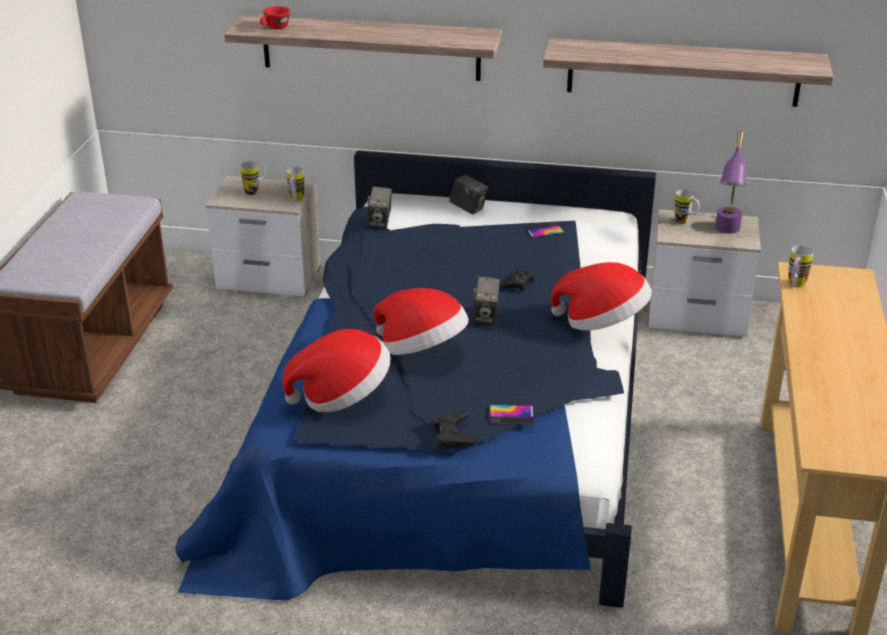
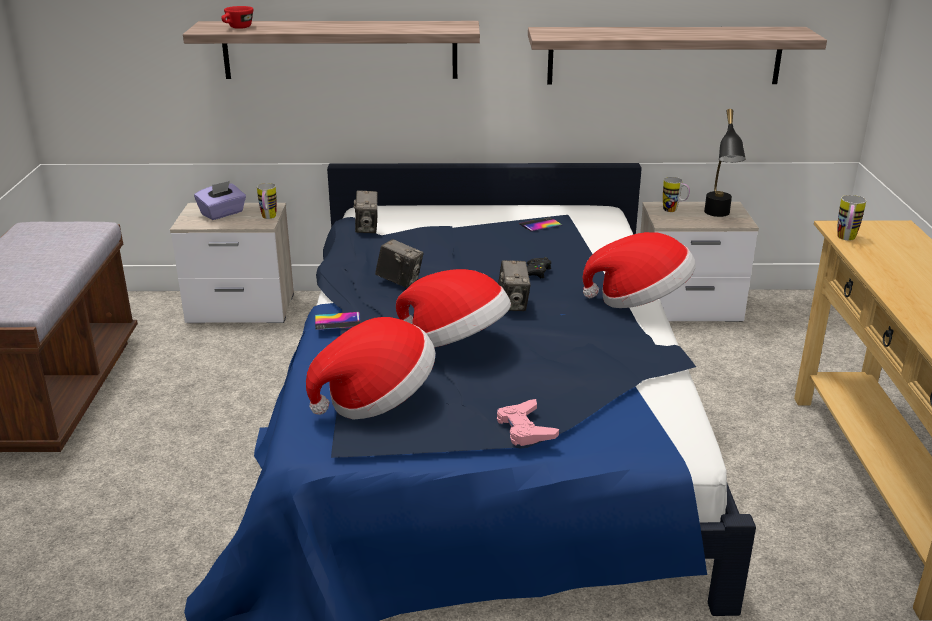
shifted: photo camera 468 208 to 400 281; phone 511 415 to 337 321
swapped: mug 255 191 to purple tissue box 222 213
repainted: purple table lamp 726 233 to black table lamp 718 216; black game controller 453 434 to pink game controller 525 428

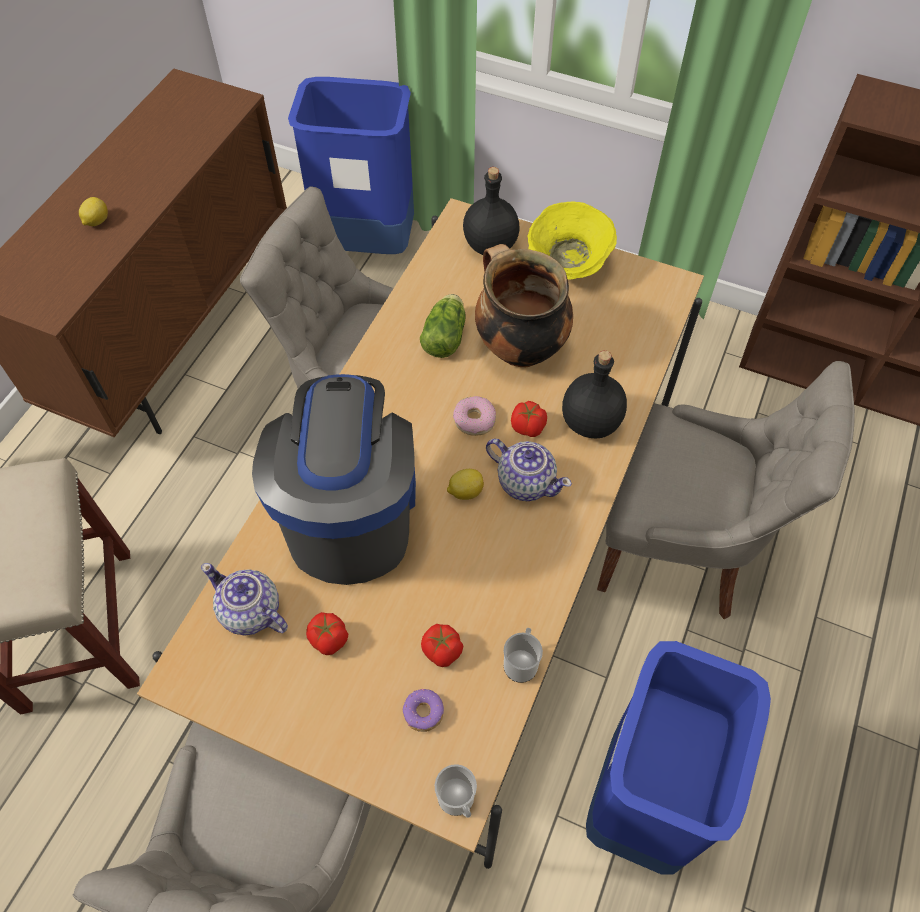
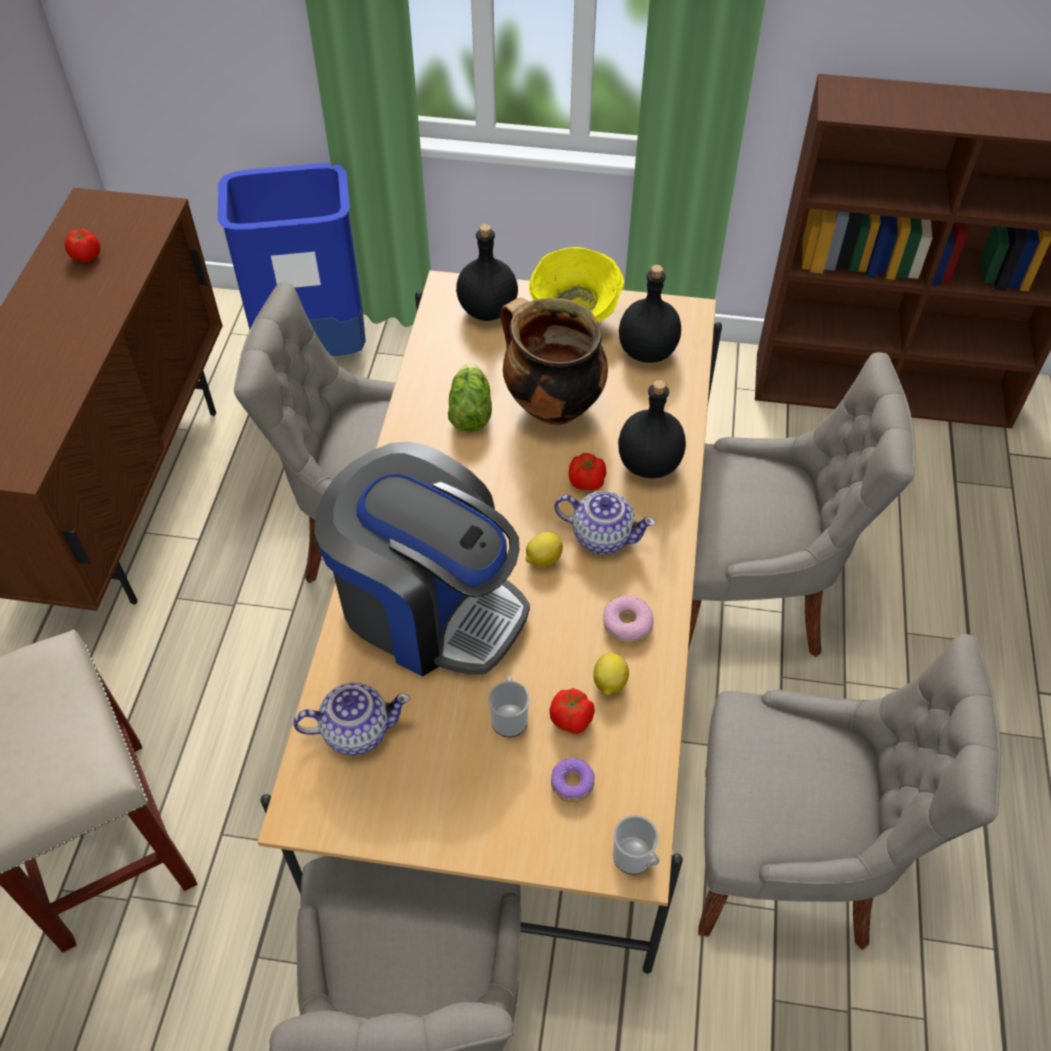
new: black bottle 648 351
shifted: lemon 96 221 to 609 683; donut 474 420 to 627 623; tomato 329 640 to 86 256; mug 521 662 to 509 717
swapped: blue trash can 643 800 to grey chair 789 860
rotated: coffee machine 350 512 = 428 606 135 degrees clockwise; teapot 251 612 = 355 730 150 degrees clockwise

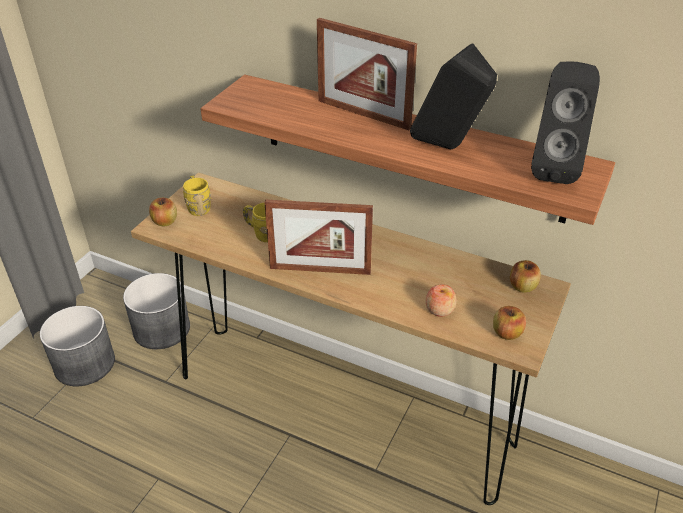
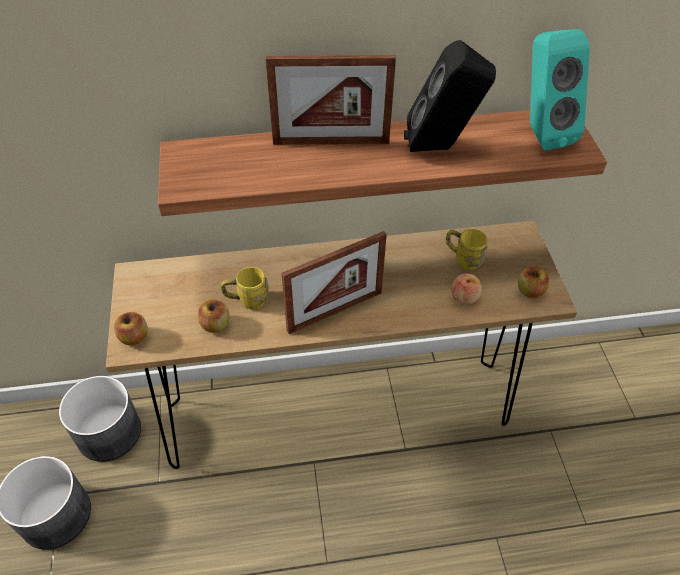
shifted: yellow mug 198 206 to 462 258; apple 522 286 to 215 325
repainted: black speaker 554 169 to turquoise speaker 540 133

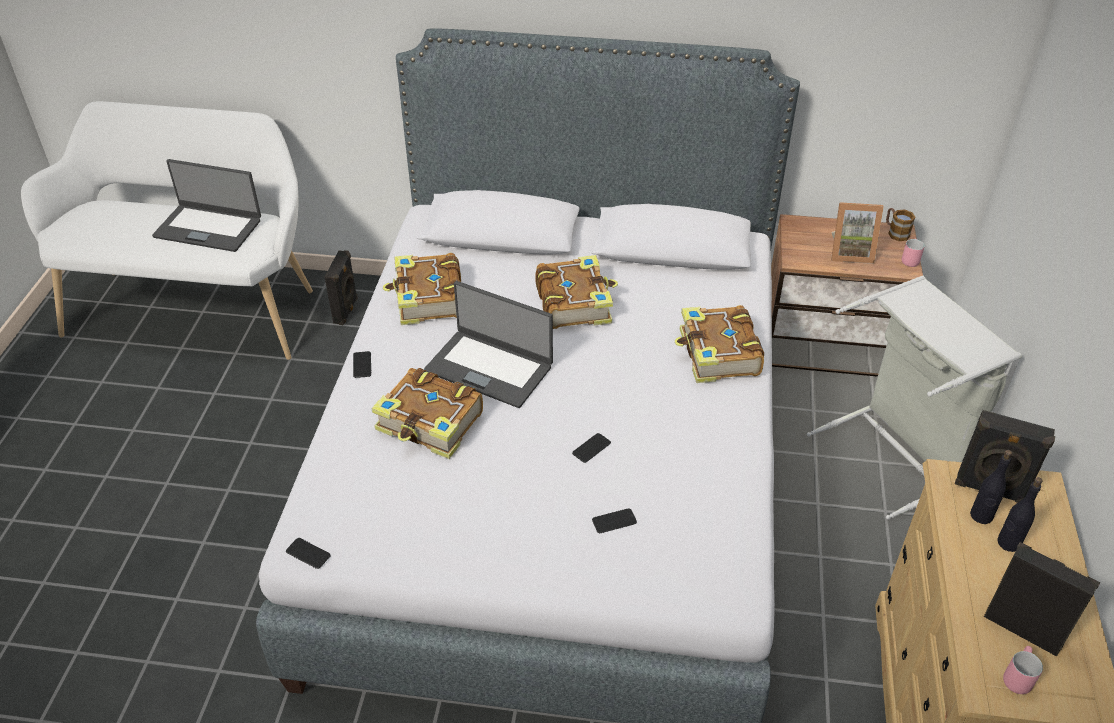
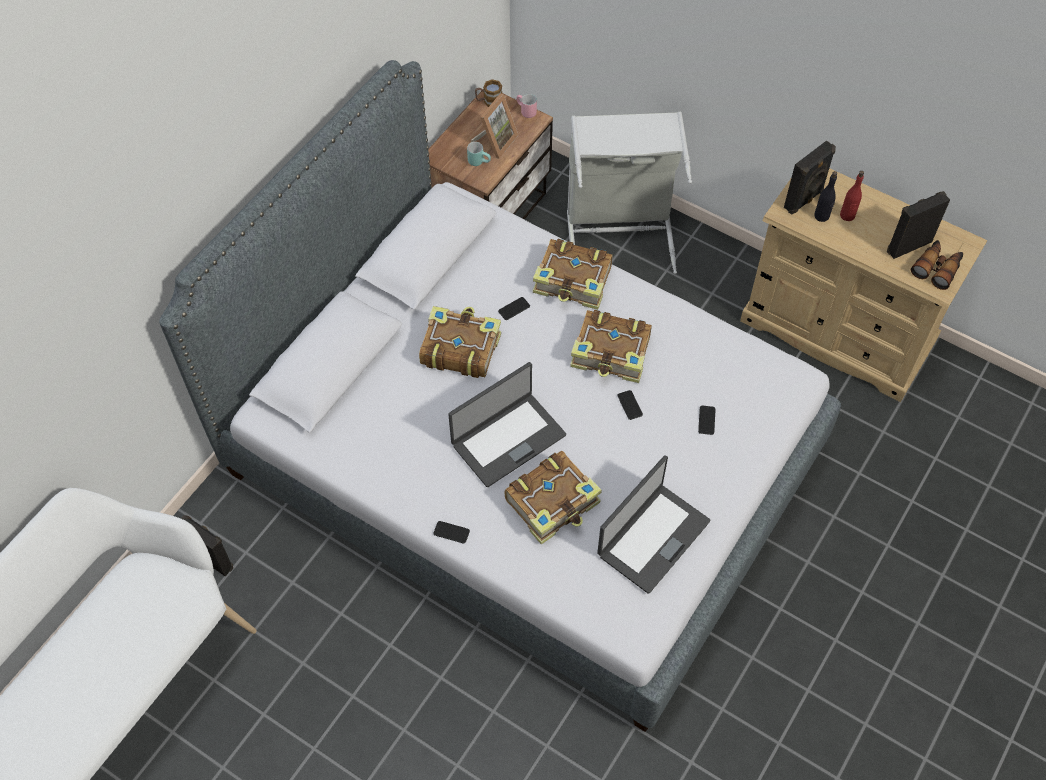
new: turquoise mug 479 161
shifted: laptop 209 228 to 652 537; book 428 299 to 612 354; phone 308 553 to 514 309
swapped: pink mug 1015 676 to binoculars 937 268
repainted: black bottle 1008 543 to red bottle 847 215

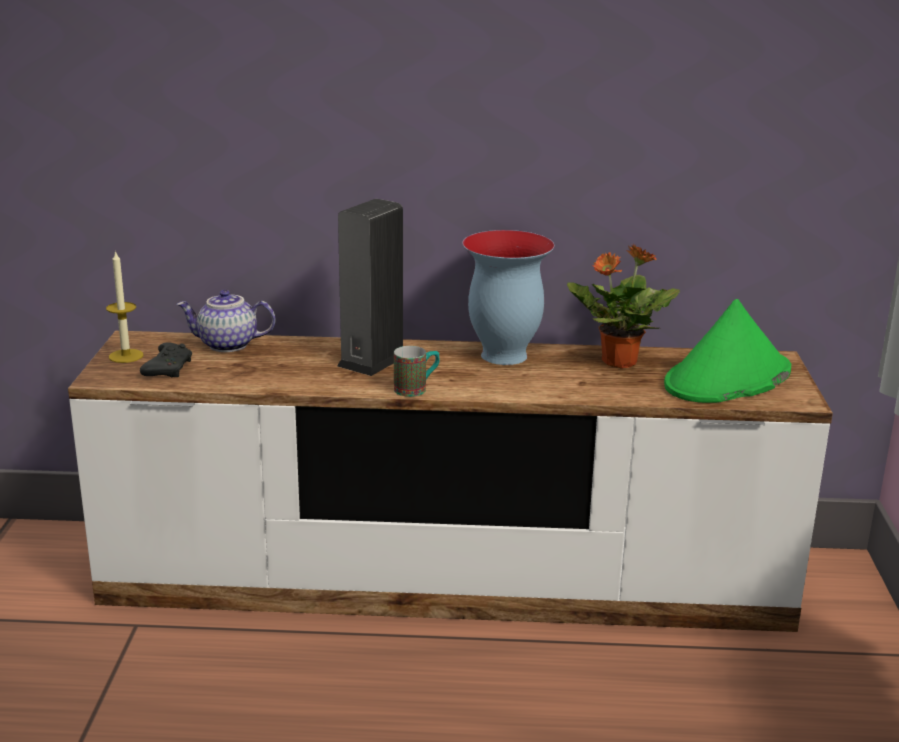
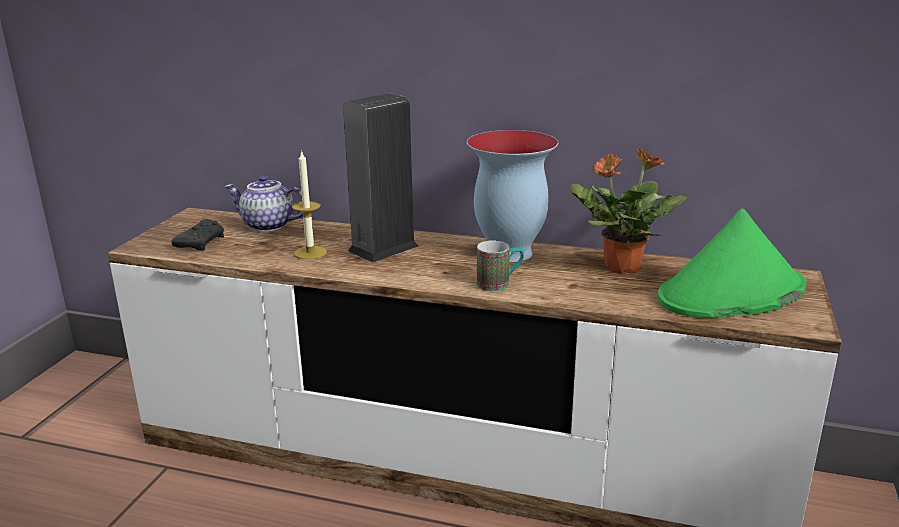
shifted: candle 126 356 to 310 252; mug 416 389 to 500 284

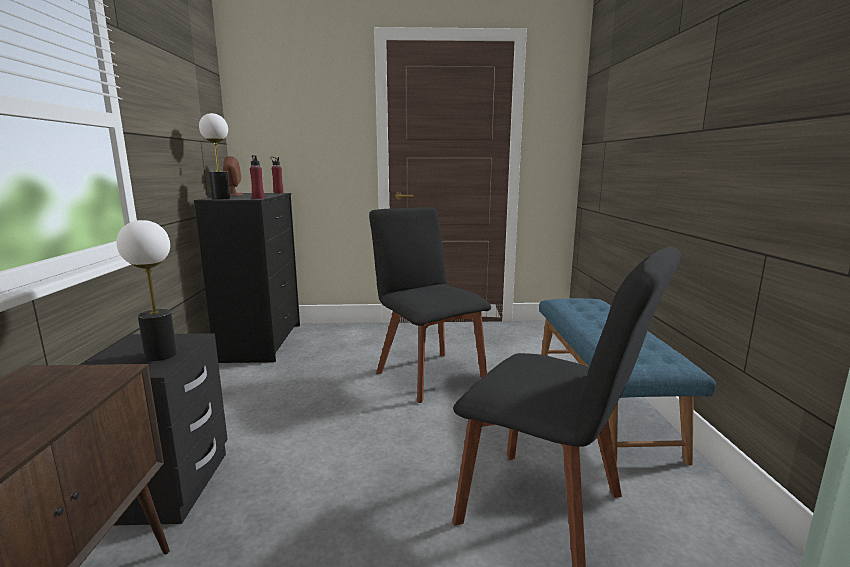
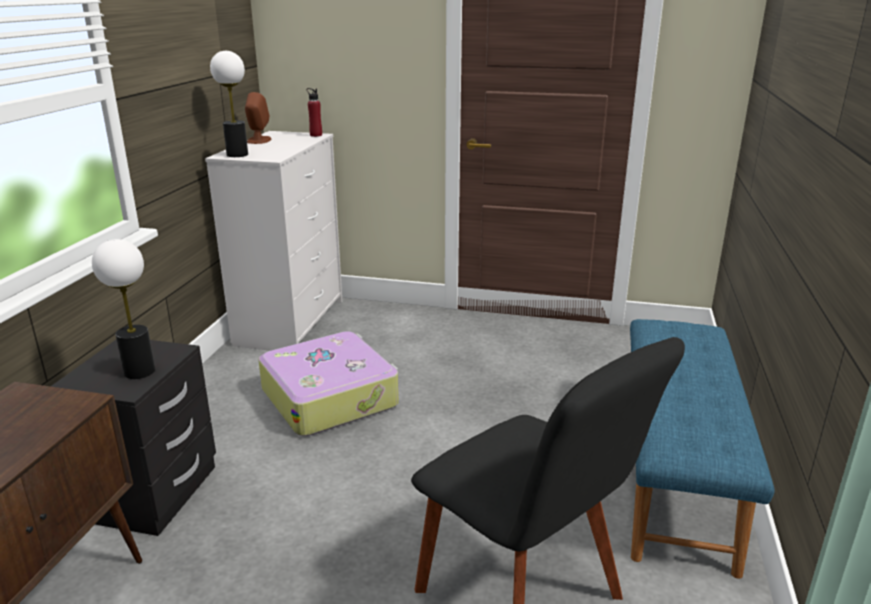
gone: red bottle 258 198; black chair 428 374
new: suitcase 330 397
repainted: black dresser 261 342 to white dresser 290 321

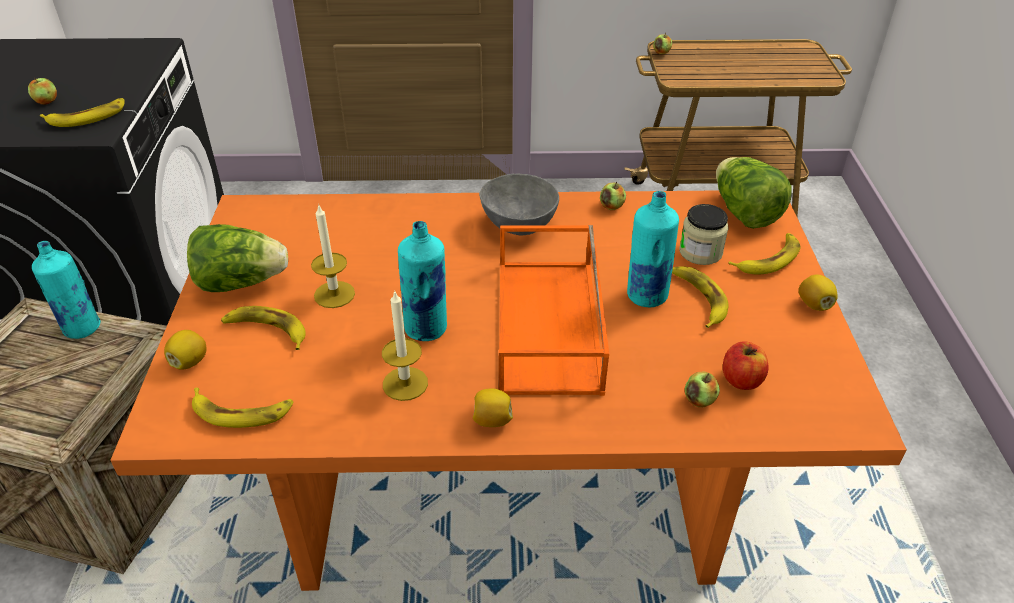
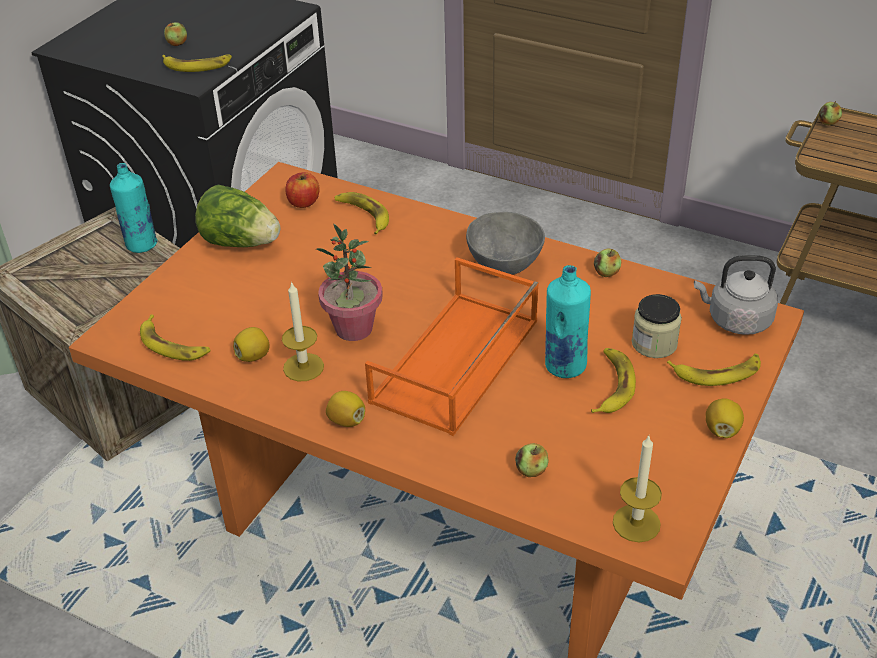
shifted: candle 334 294 to 636 523; banana 267 330 to 363 215; lemon 190 361 to 253 356; apple 741 380 to 303 202
swapped: lettuce 744 213 to grey kettle 735 320; turquoise bottle 426 328 to potted plant 354 329

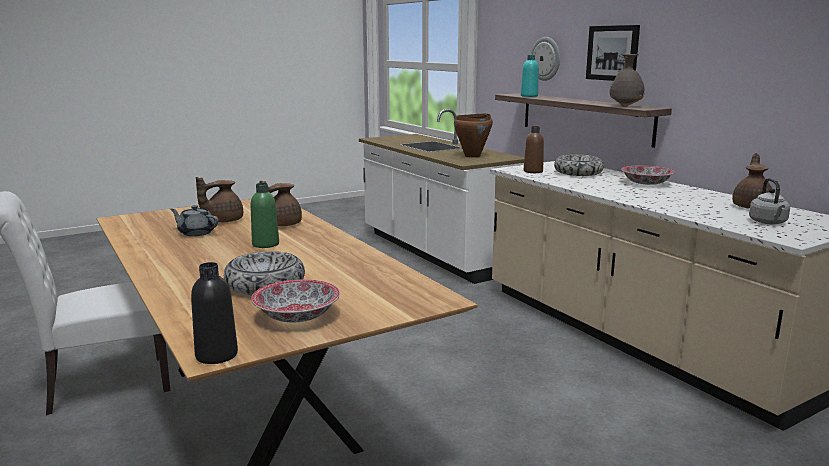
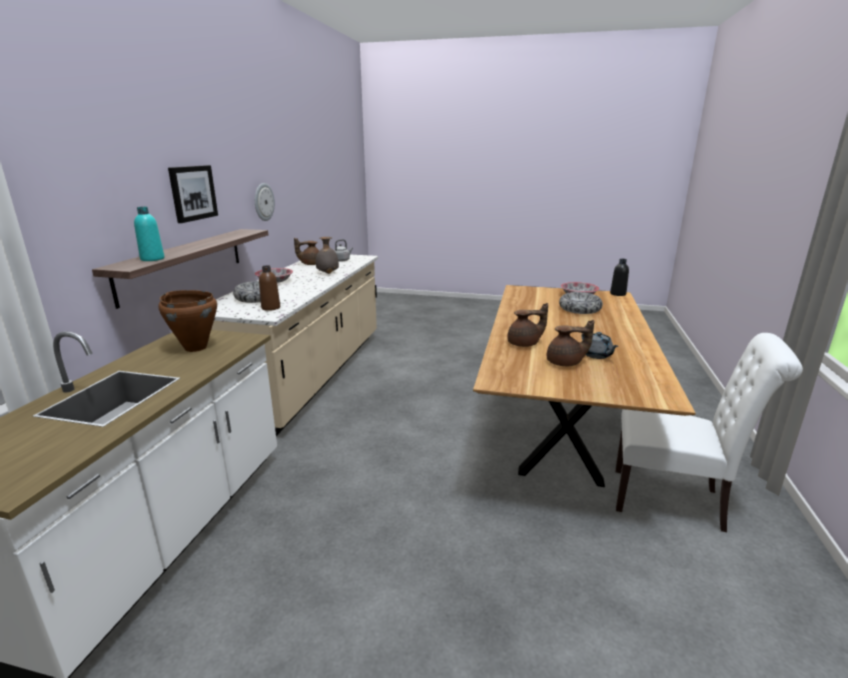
gone: green bottle 265 244
shifted: wall clock 546 58 to 263 202; grey vase 625 106 to 327 273

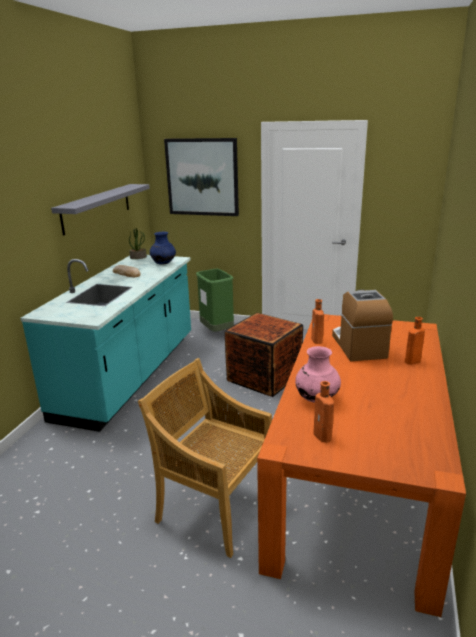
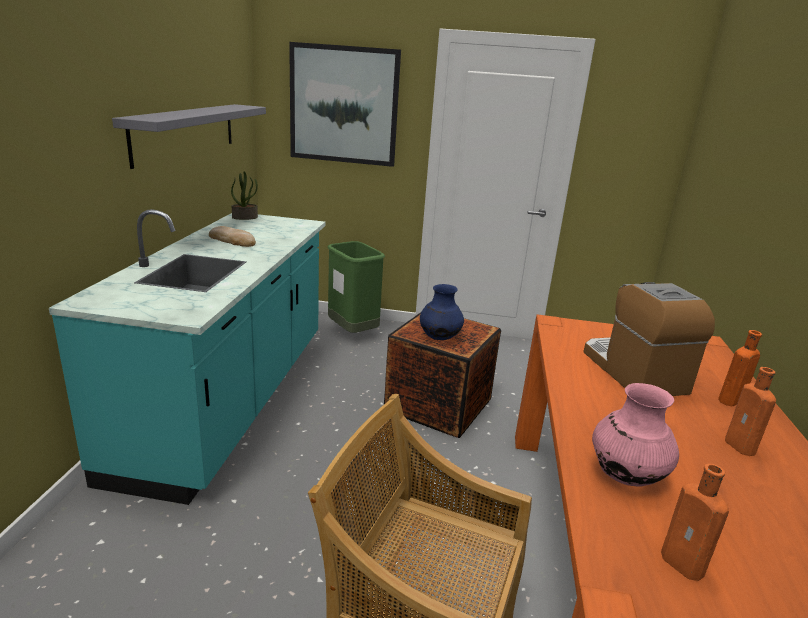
shifted: blue vase 163 264 to 439 337; orange bottle 317 341 to 741 447

